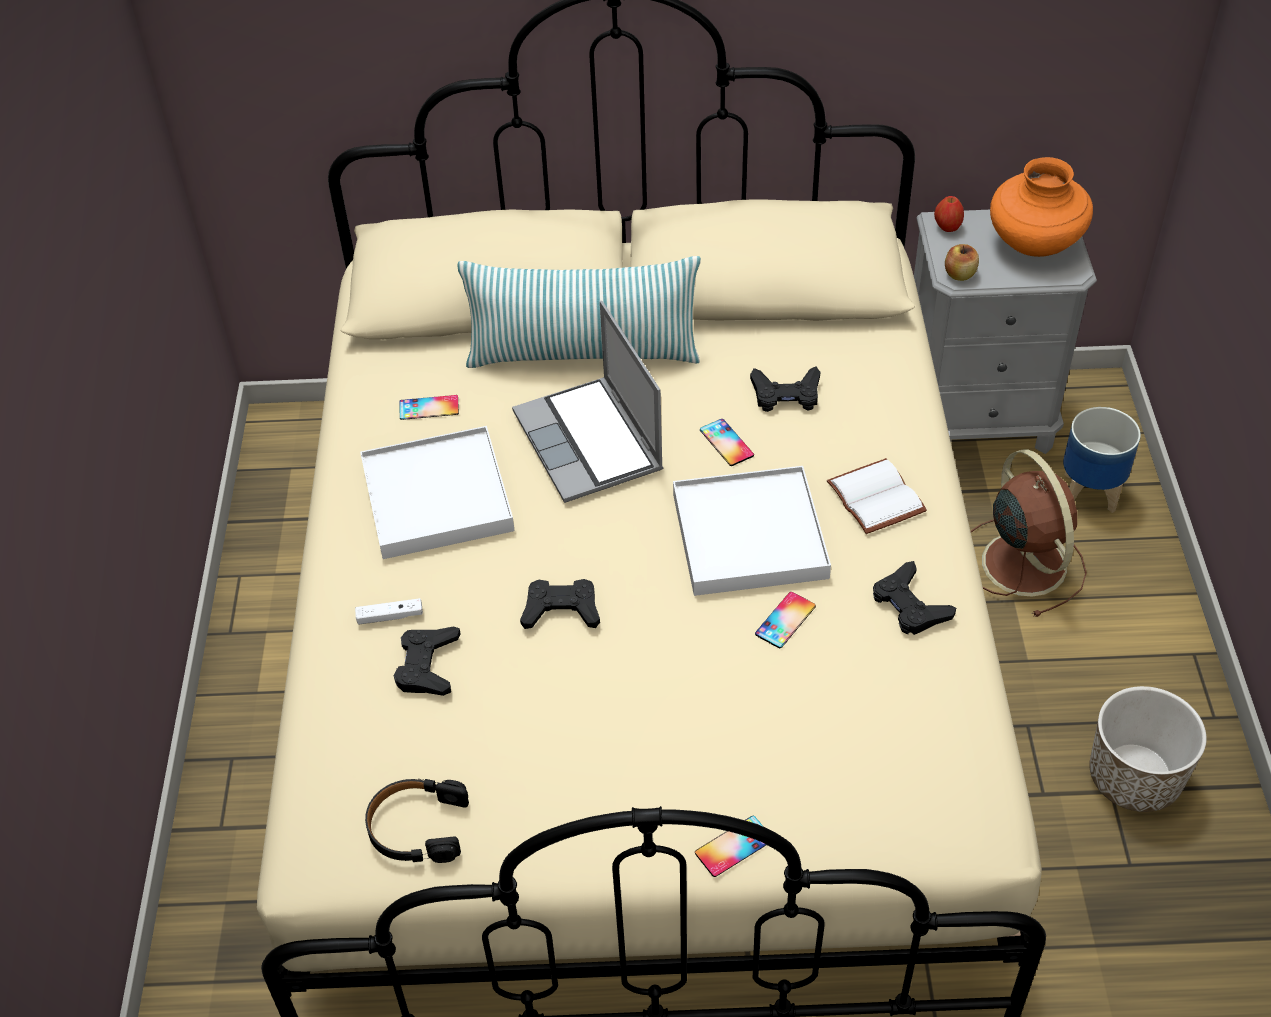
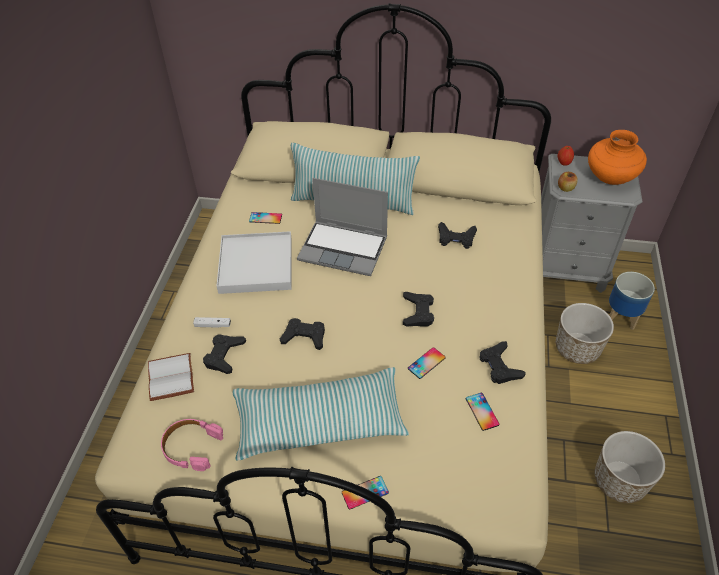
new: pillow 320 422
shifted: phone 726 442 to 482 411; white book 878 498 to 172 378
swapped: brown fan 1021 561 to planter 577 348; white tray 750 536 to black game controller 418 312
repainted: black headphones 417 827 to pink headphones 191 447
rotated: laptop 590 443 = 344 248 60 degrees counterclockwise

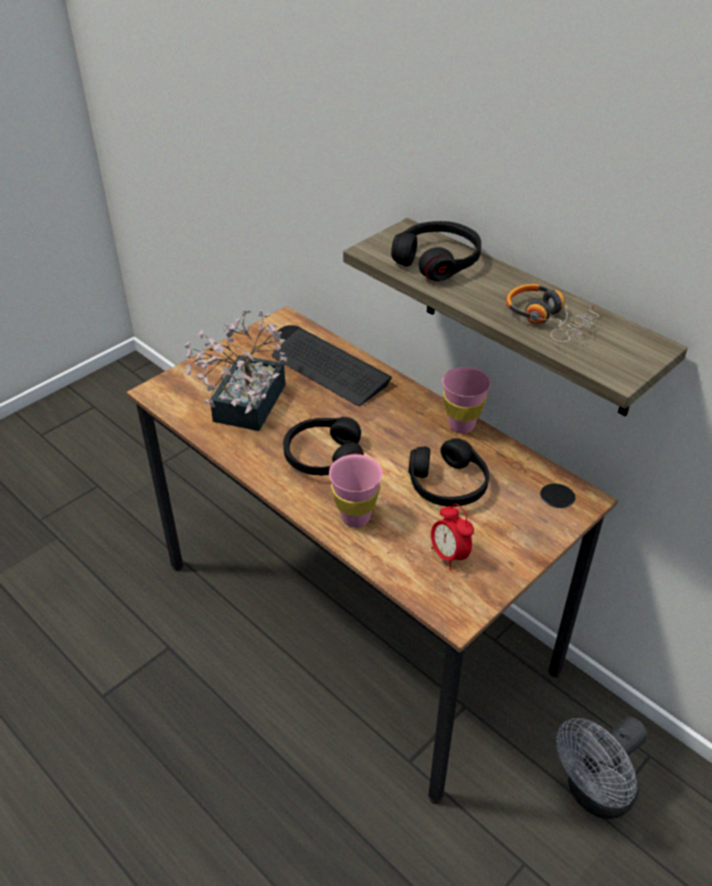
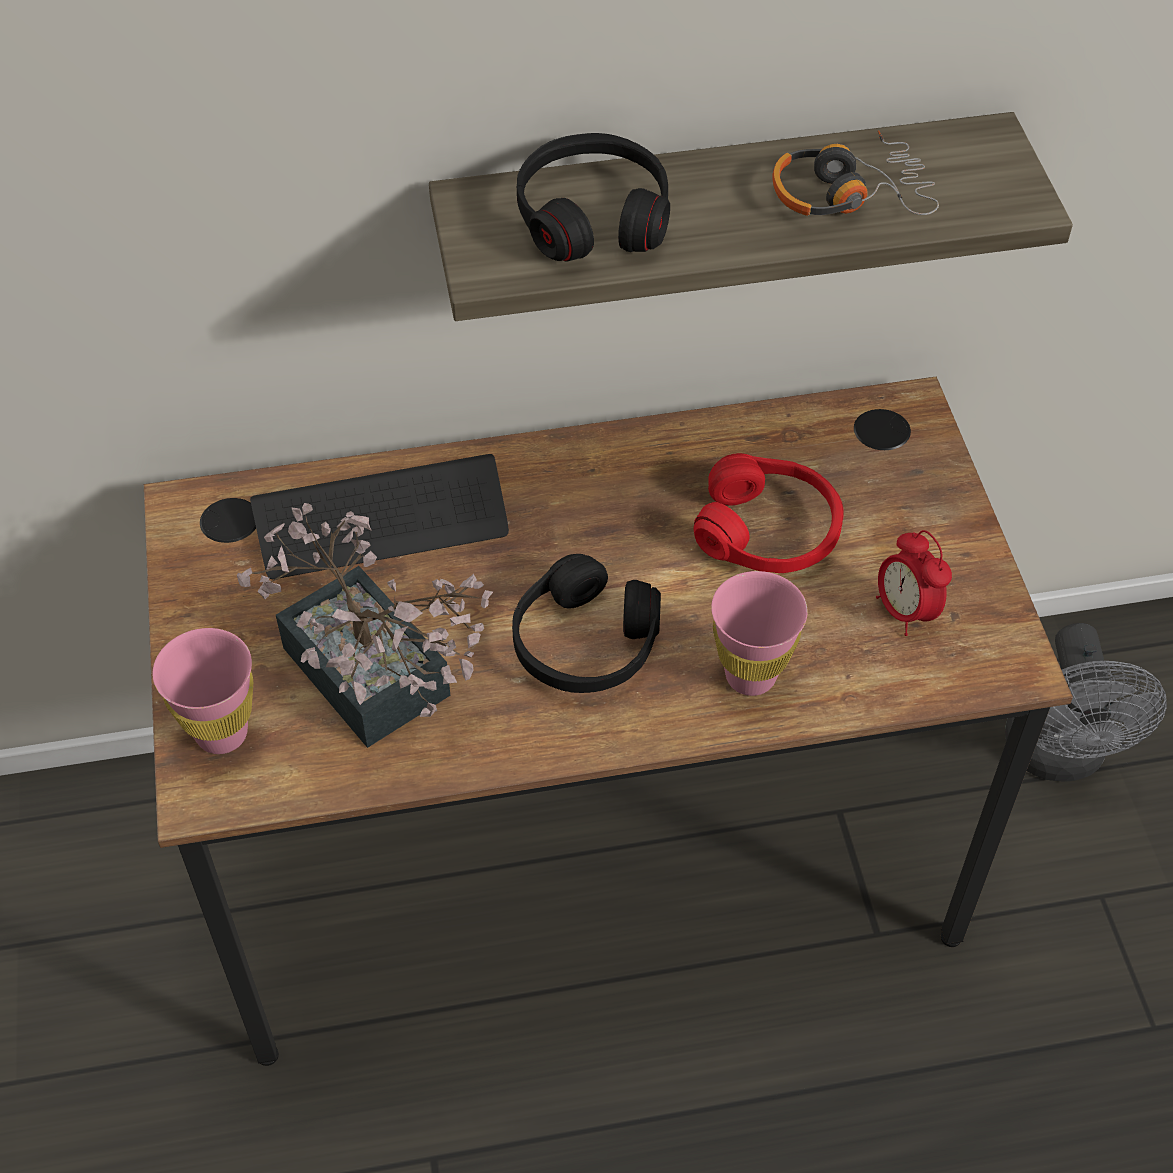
shifted: pink cup 461 425 to 222 733
repainted: black headphones 448 484 to red headphones 768 530
rotated: alarm clock 449 555 = 905 611 60 degrees clockwise

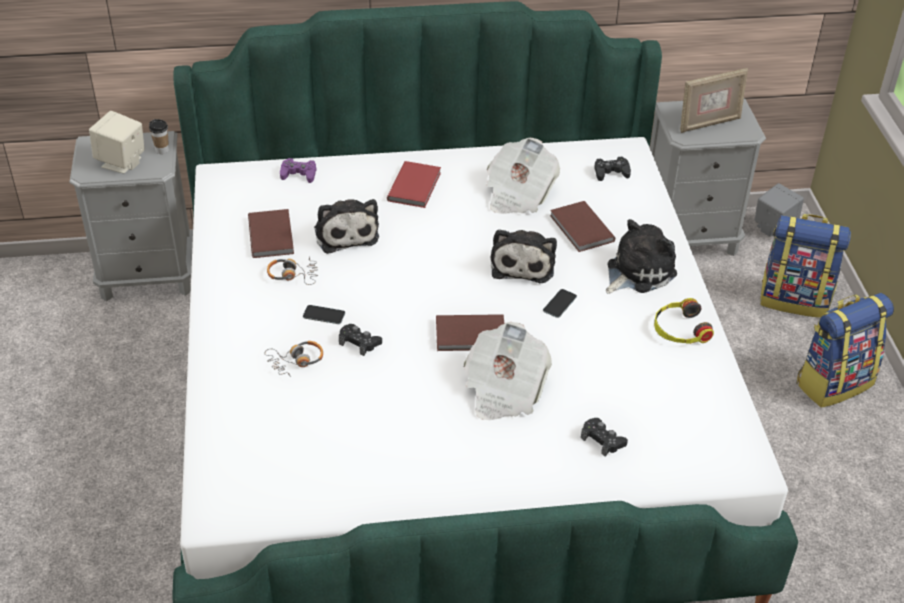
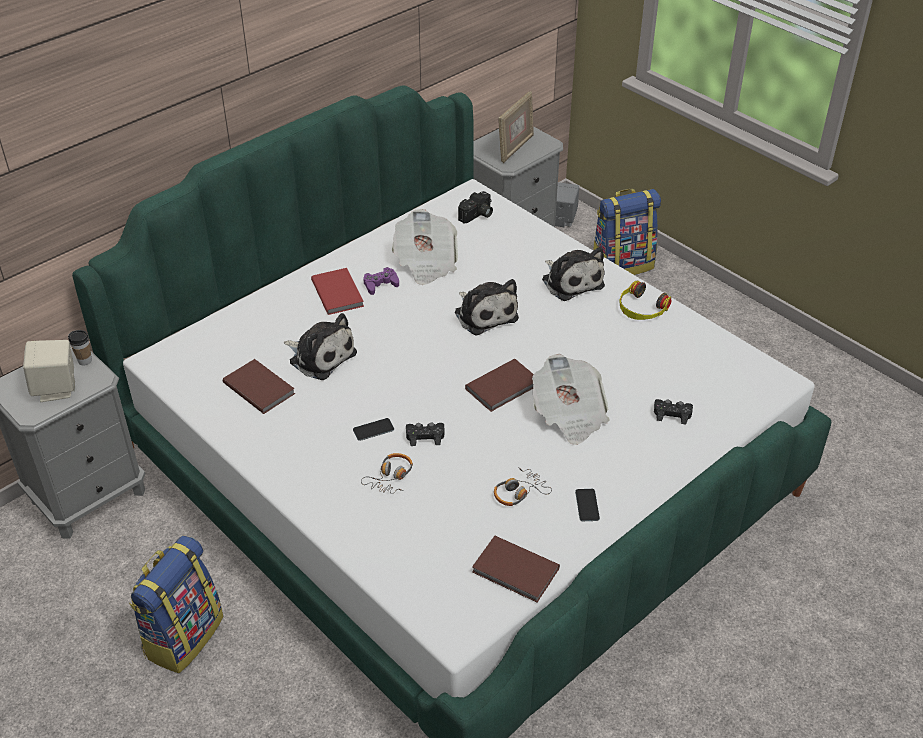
shifted: purple game controller 299 174 to 380 284; brown book 580 229 to 515 572; headphones 293 275 to 519 493; phone 559 303 to 587 505; backpack 834 382 to 183 635
swapped: black game controller 611 172 to photo camera 477 216
rotated: plush toy 637 272 = 571 281 135 degrees clockwise

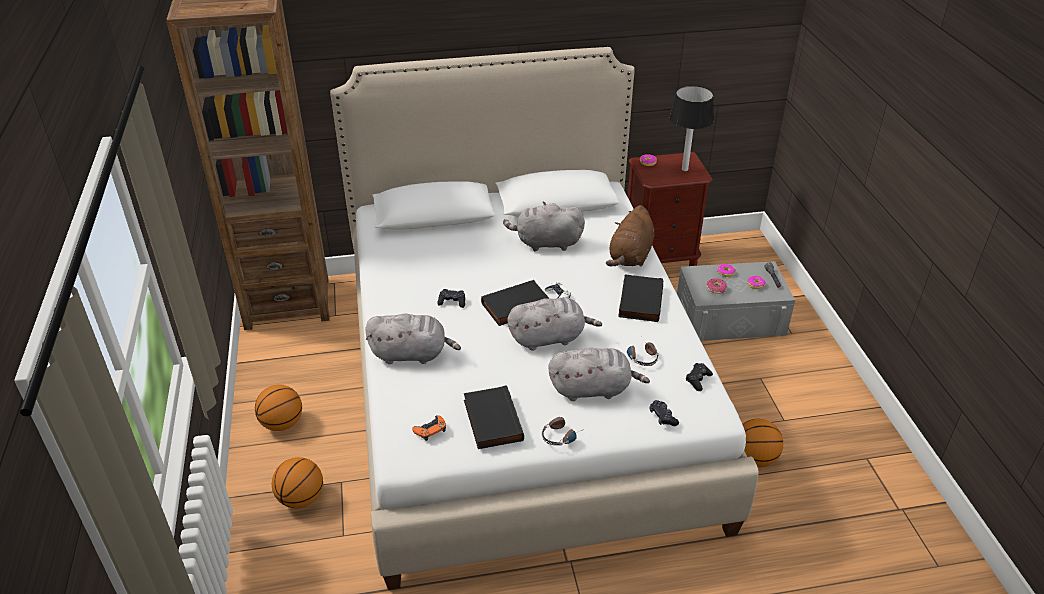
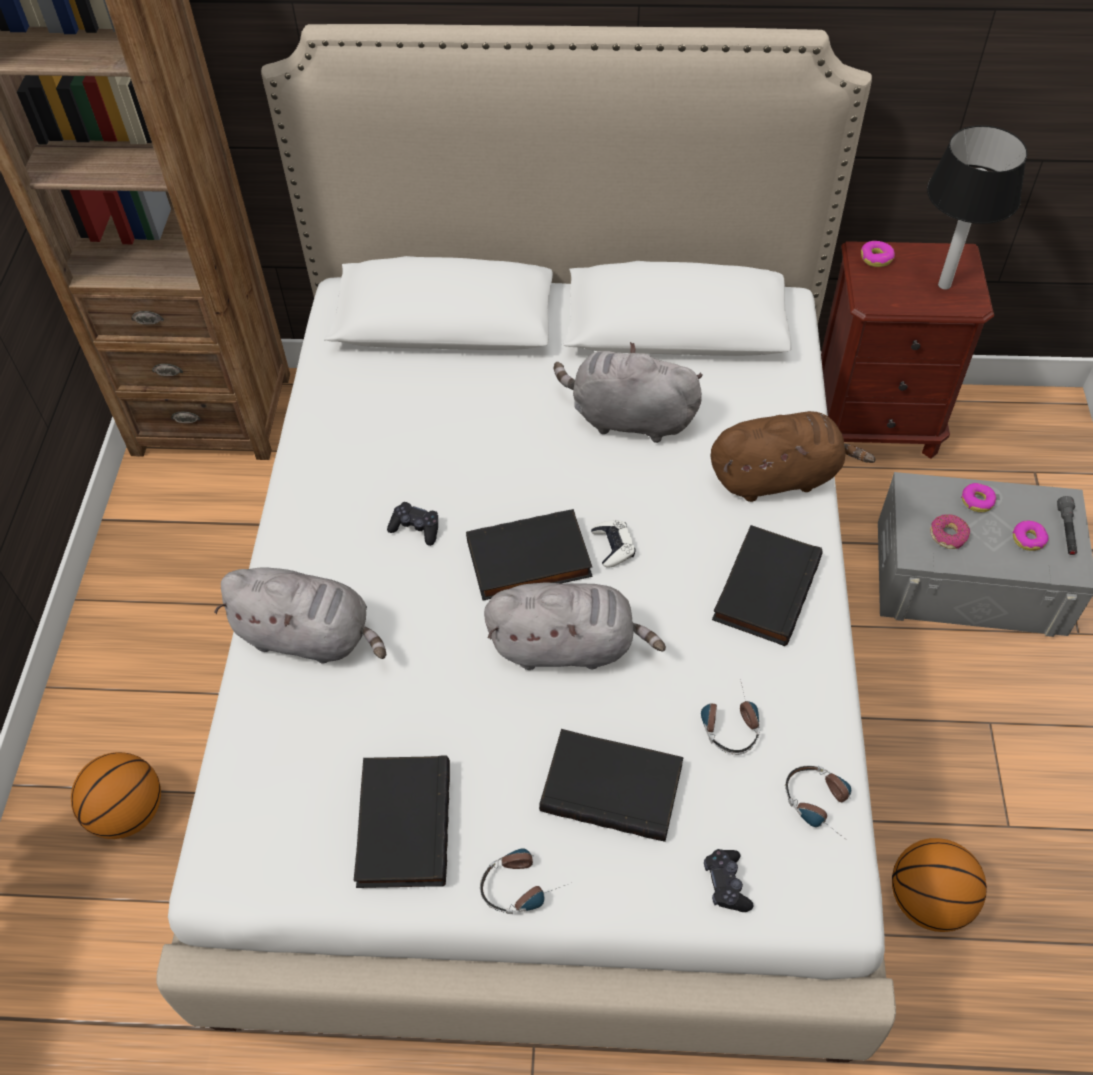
gone: basketball 282 423; orange game controller 430 430
swapped: grey plush toy 593 389 to black book 613 786; black game controller 698 380 to headphones 823 805
rotated: brown plush toy 630 256 = 778 477 135 degrees counterclockwise

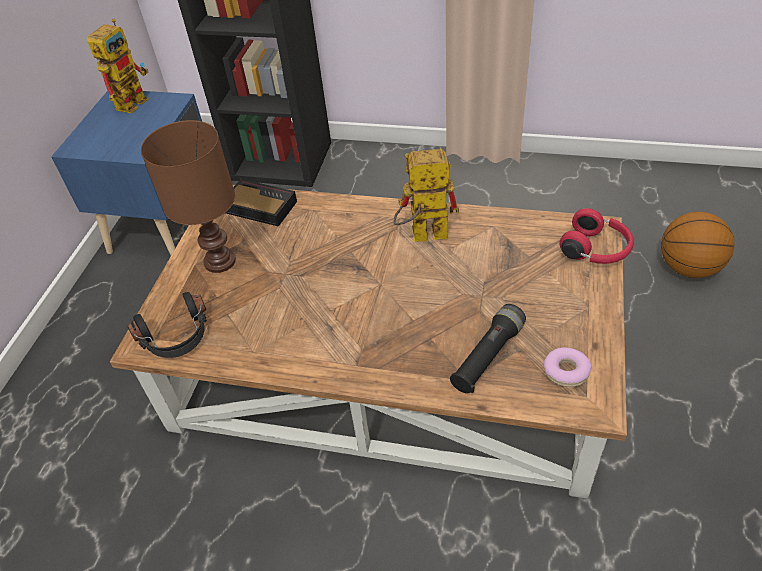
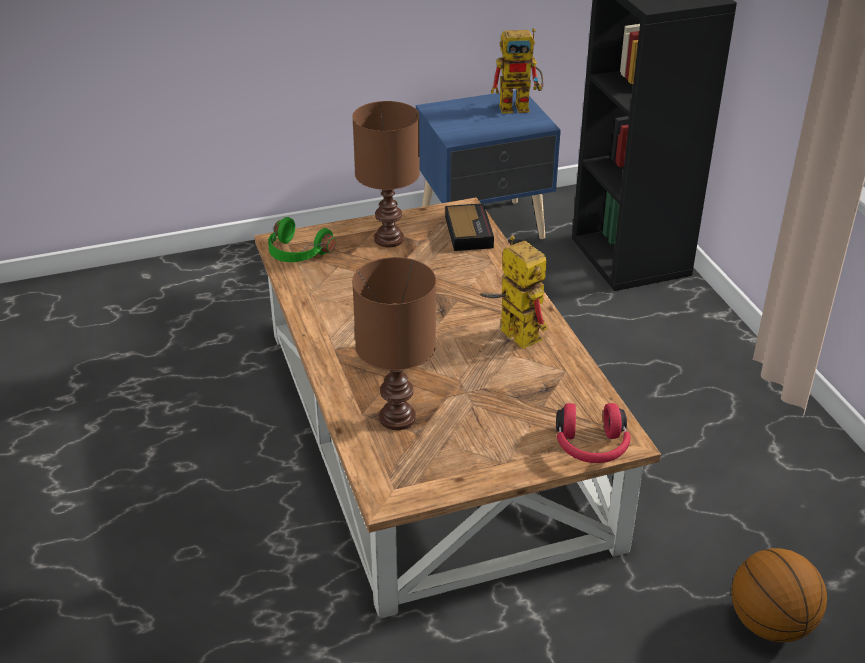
gone: donut 566 371
swapped: black flashlight 487 356 to brown table lamp 396 417
repainted: black headphones 177 337 to green headphones 297 253

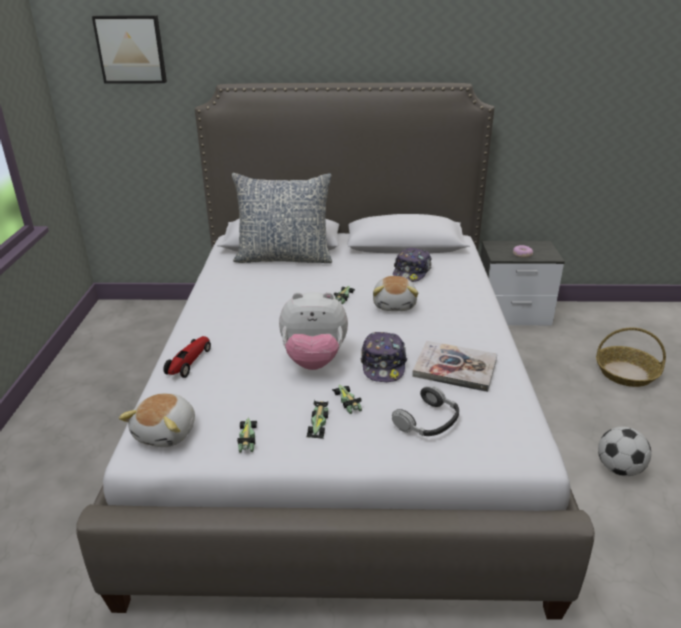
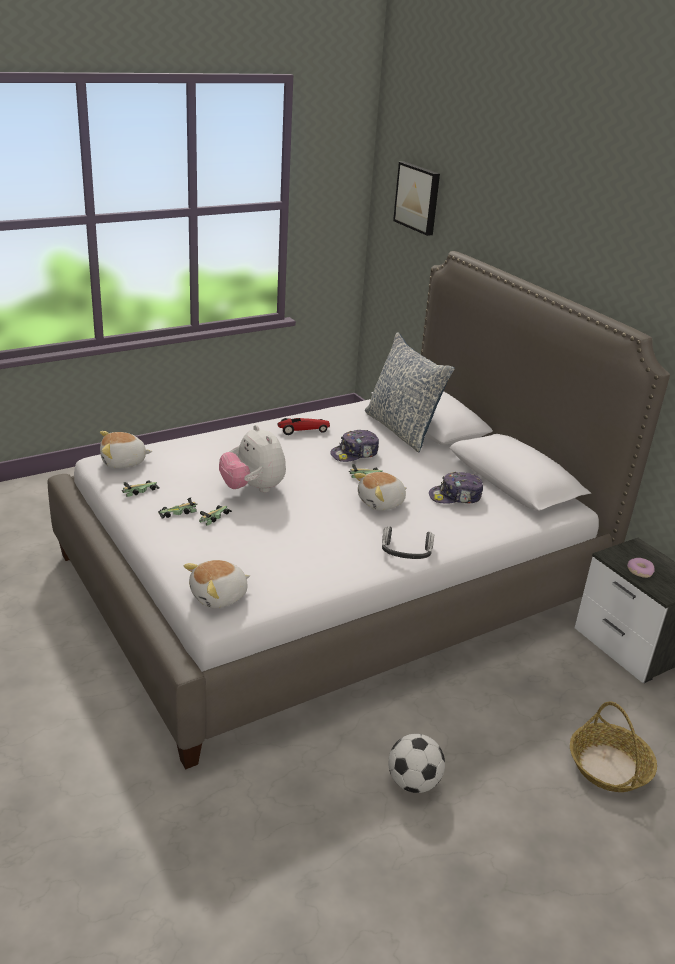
gone: book 455 368
new: plush toy 219 596
shifted: cap 383 364 to 355 454; toy car 189 362 to 303 430; headphones 428 421 to 406 551

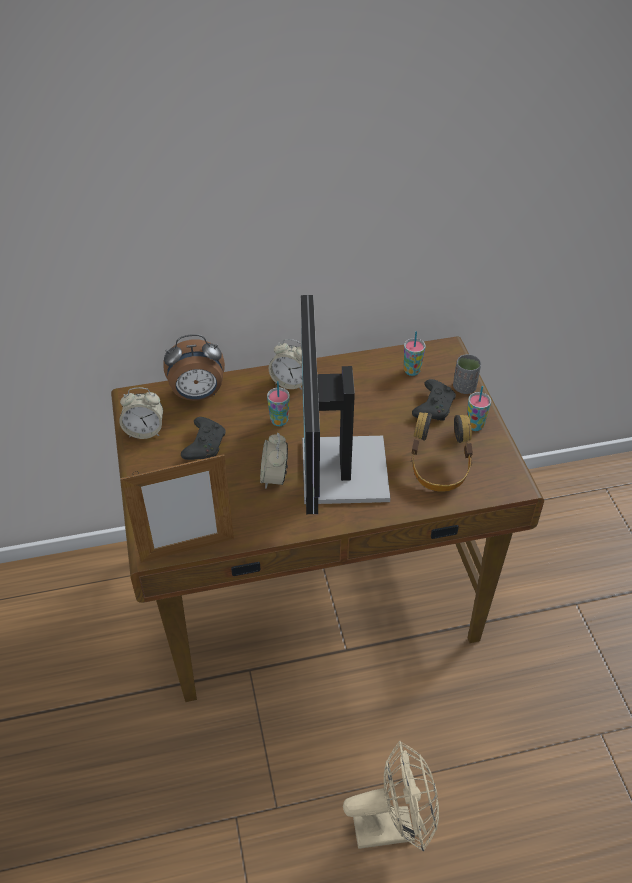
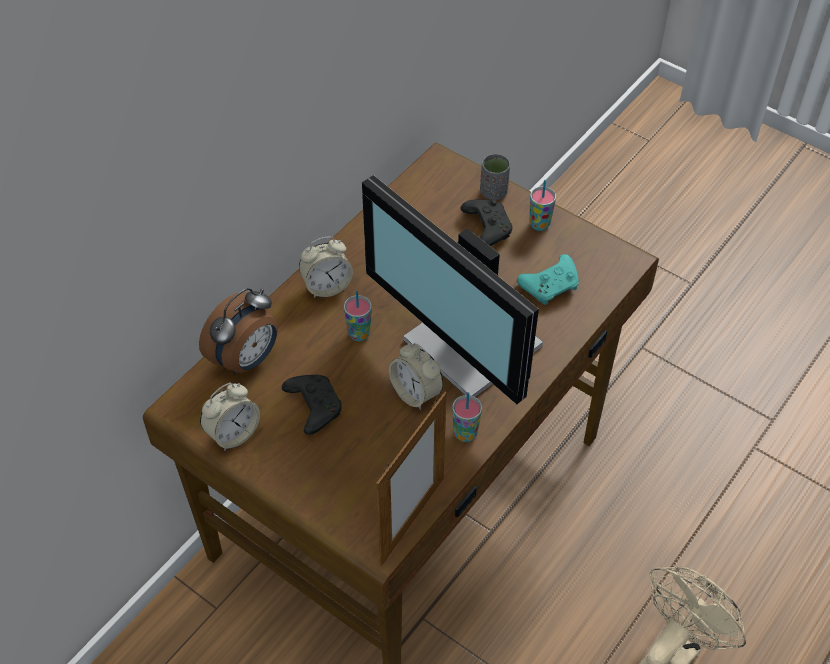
shifted: cup 412 371 to 465 433
swapped: headphones 439 468 to turquoise game controller 551 286

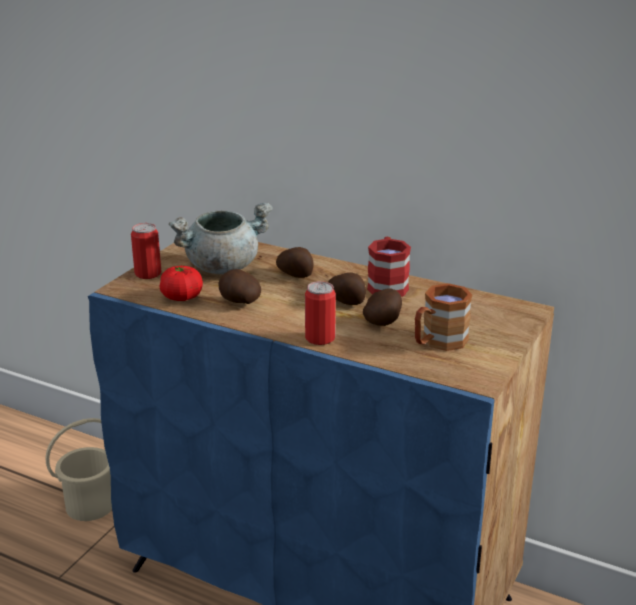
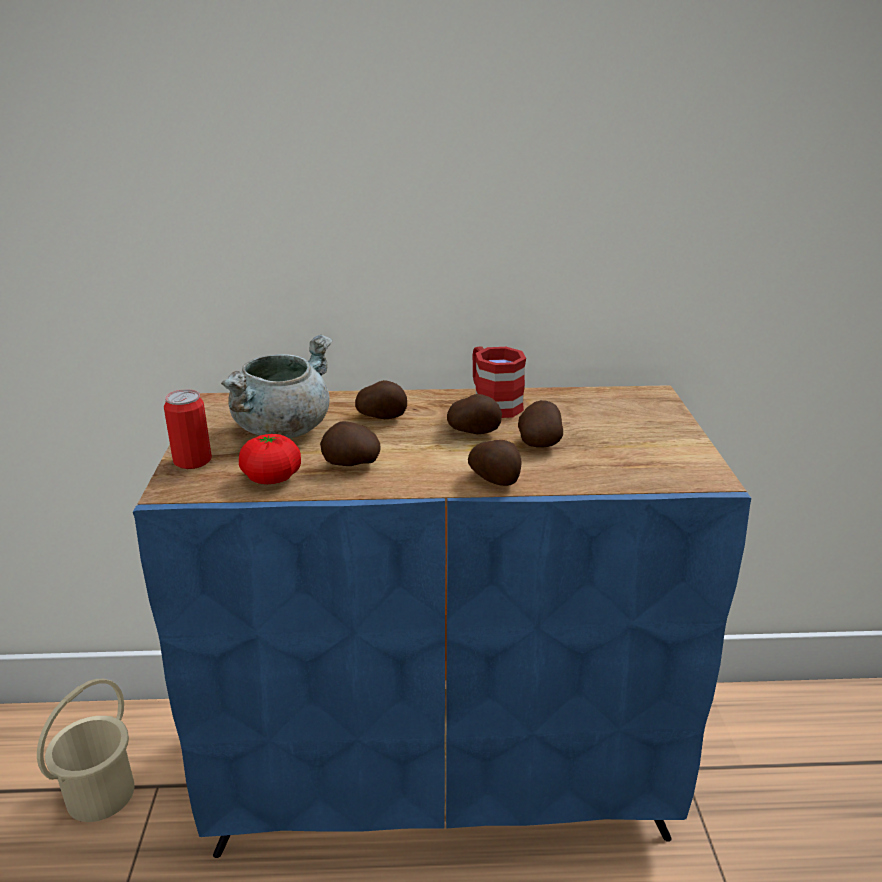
gone: brown mug 438 342
swapped: can 320 338 to potato 496 480

